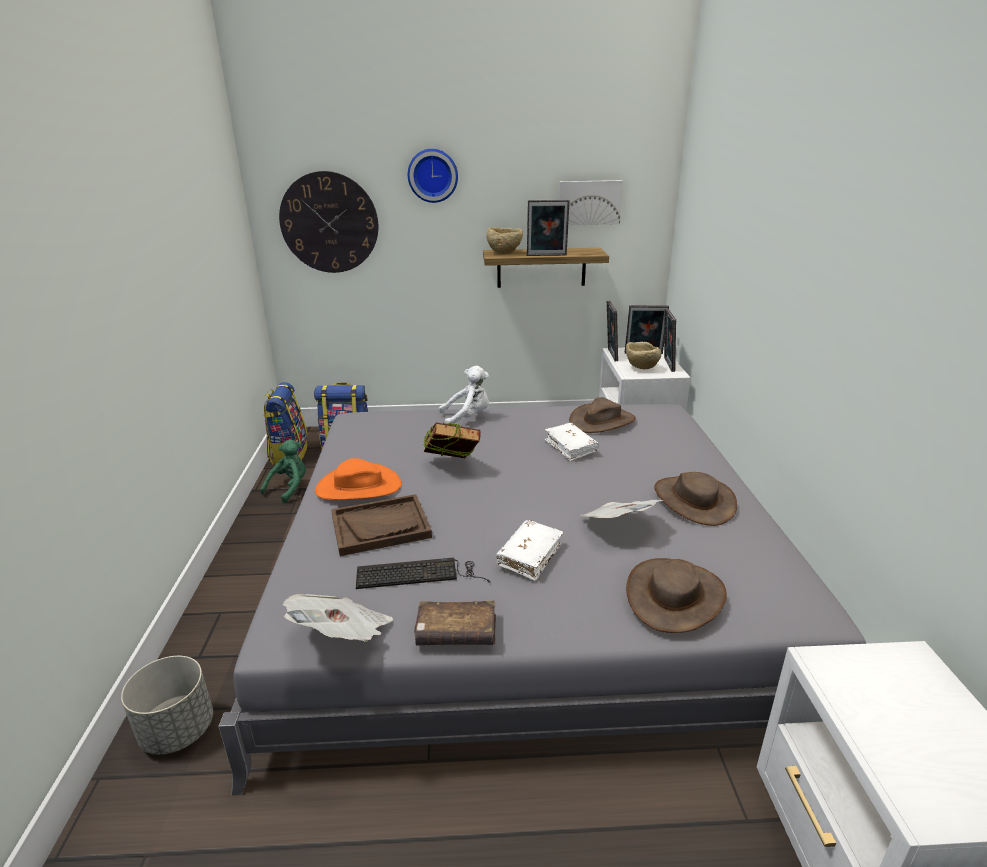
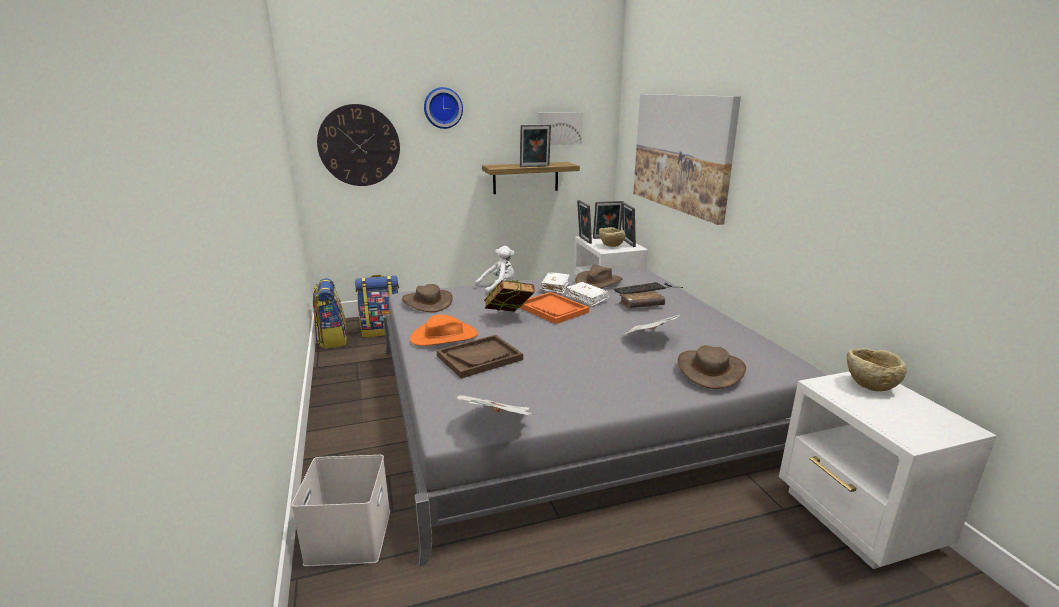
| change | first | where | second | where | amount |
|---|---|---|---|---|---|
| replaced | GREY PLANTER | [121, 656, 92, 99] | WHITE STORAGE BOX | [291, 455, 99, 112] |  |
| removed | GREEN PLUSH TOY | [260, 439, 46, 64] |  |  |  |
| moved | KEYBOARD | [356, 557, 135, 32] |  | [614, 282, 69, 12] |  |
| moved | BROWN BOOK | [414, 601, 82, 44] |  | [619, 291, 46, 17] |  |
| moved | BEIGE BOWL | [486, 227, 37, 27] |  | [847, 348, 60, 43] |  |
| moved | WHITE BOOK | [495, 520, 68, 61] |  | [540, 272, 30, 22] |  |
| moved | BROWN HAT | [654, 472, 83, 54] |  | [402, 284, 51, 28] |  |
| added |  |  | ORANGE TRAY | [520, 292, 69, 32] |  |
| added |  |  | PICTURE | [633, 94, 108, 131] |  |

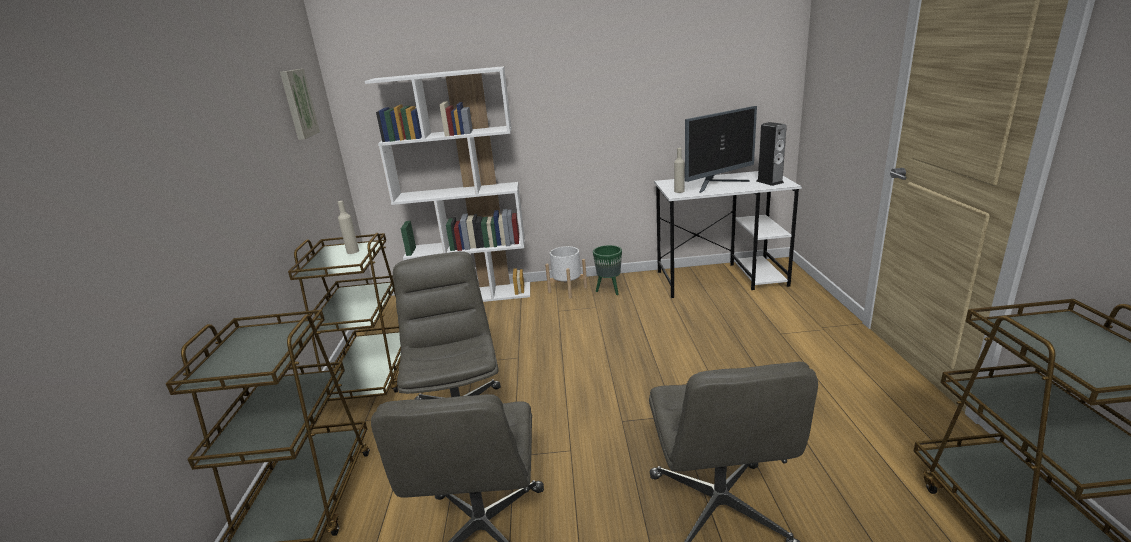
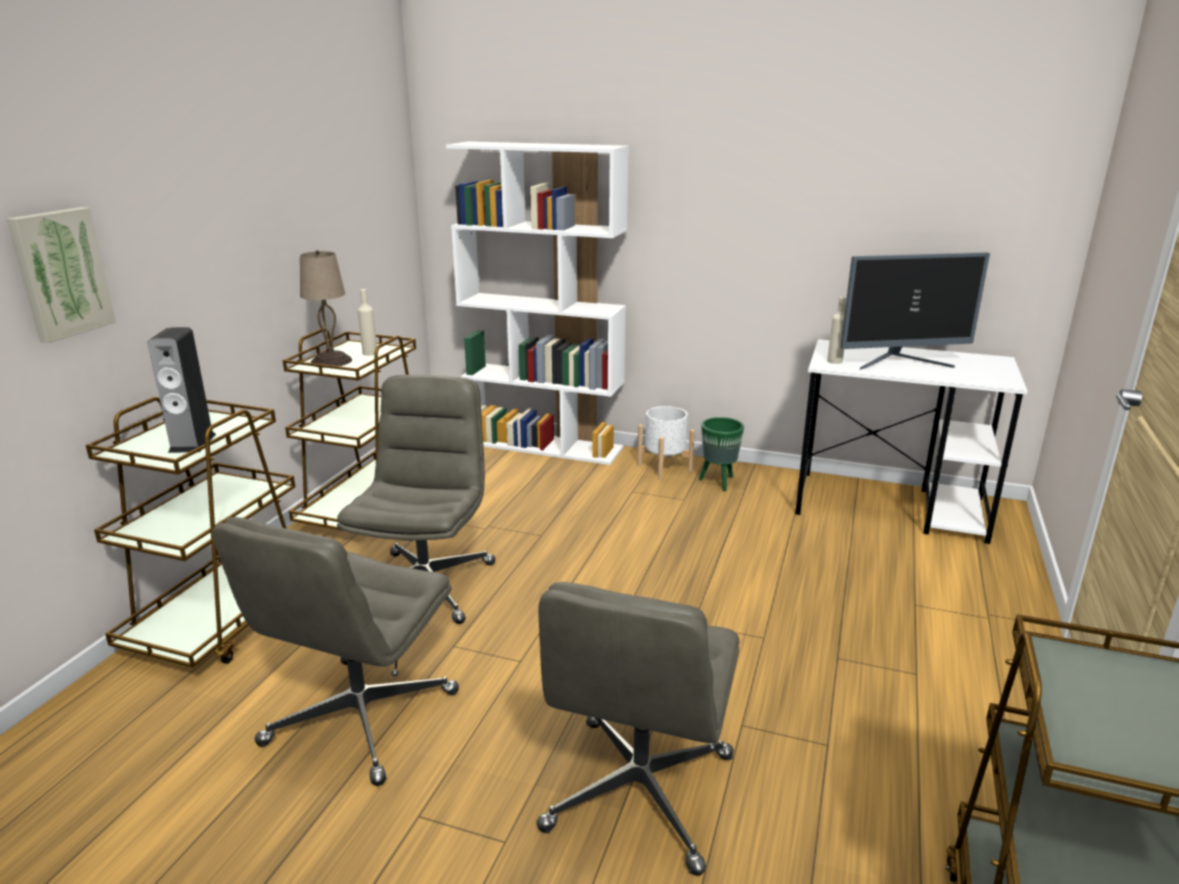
| change | first | where | second | where | amount |
|---|---|---|---|---|---|
| moved | PICTURE | [280, 69, 40, 71] |  | [7, 207, 109, 136] |  |
| moved | SPEAKER | [756, 122, 31, 64] |  | [148, 327, 68, 126] |  |
| added |  |  | BEIGE TABLE LAMP | [300, 250, 52, 118] |  |

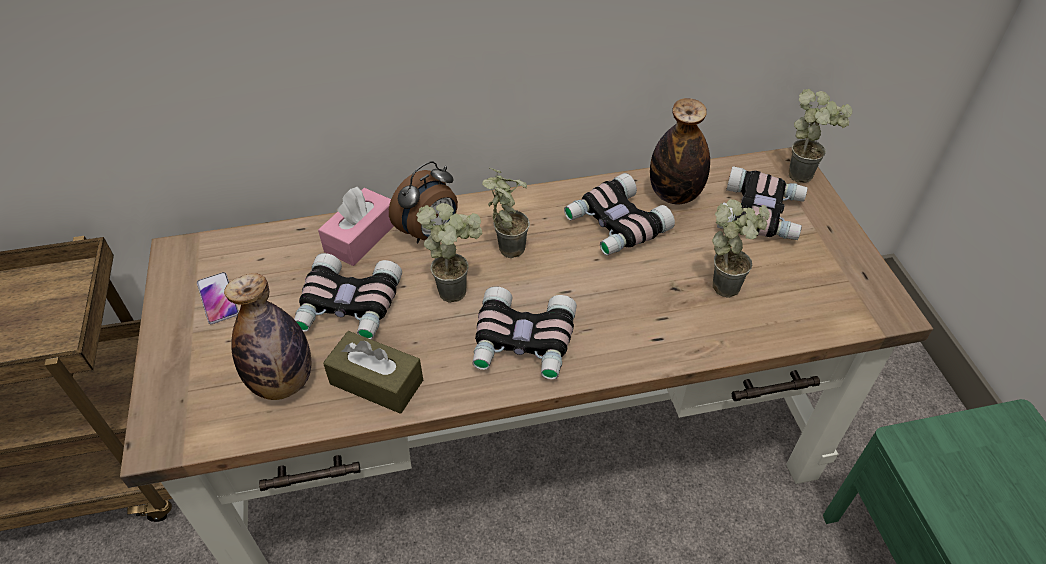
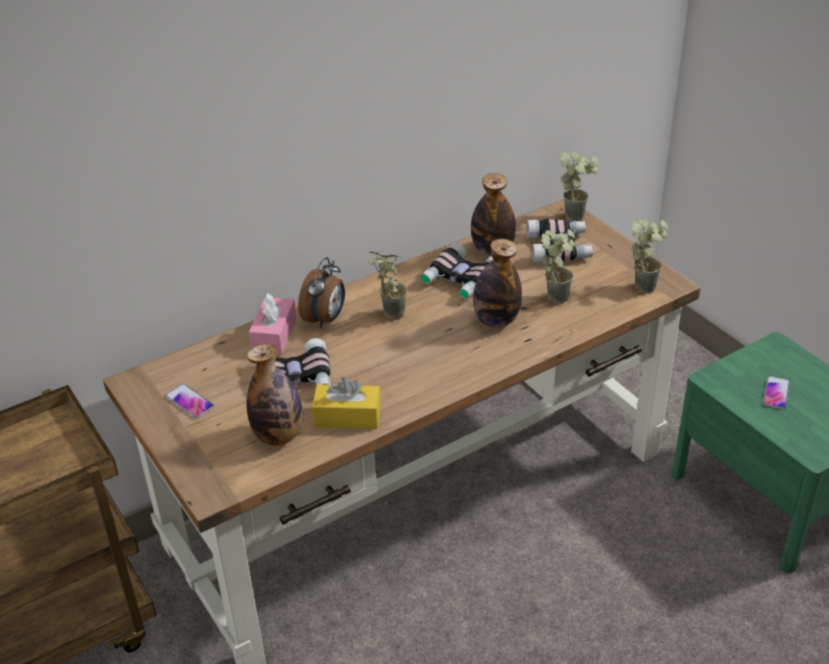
| change | first | where | second | where | amount |
|---|---|---|---|---|---|
| recoloured | BROWN TISSUE BOX | [323, 331, 100, 83] | YELLOW TISSUE BOX | [312, 377, 69, 52] |  |
| moved | POTTED PLANT | [416, 203, 67, 100] |  | [631, 219, 37, 74] |  |
| removed | BINOCULARS | [472, 286, 105, 94] |  |  |  |
| added |  |  | BOTTLE | [473, 239, 49, 89] |  |
| added |  |  | PHONE | [763, 376, 27, 33] |  |

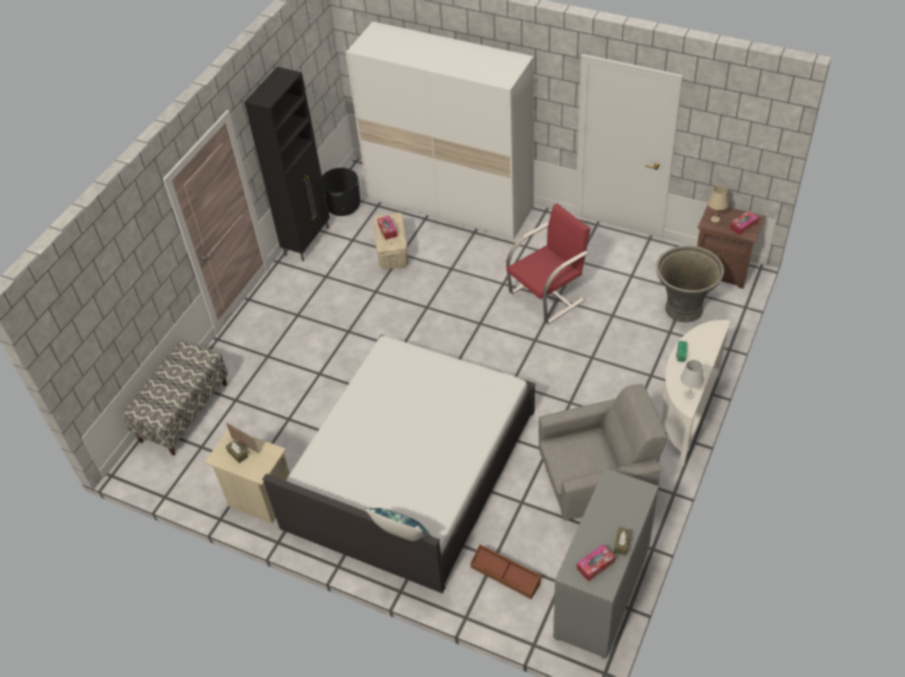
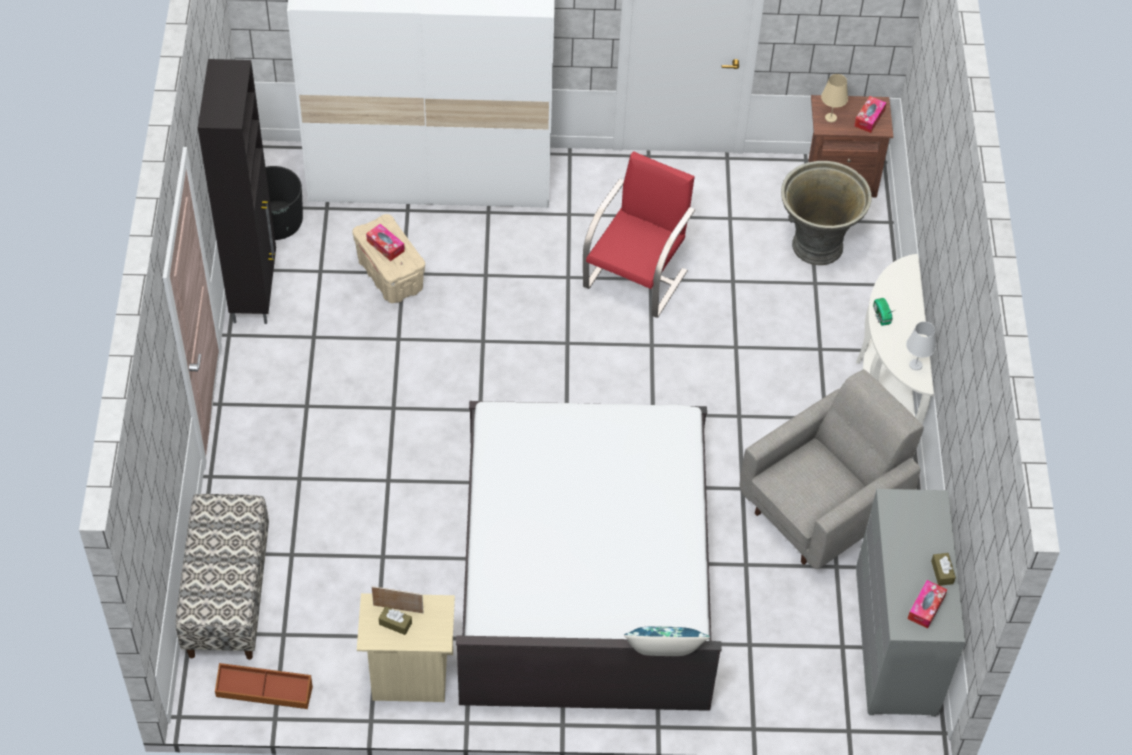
| change | first | where | second | where | amount |
|---|---|---|---|---|---|
| moved | BROWN STORAGE BOX | [470, 544, 71, 55] |  | [215, 663, 98, 46] |  |

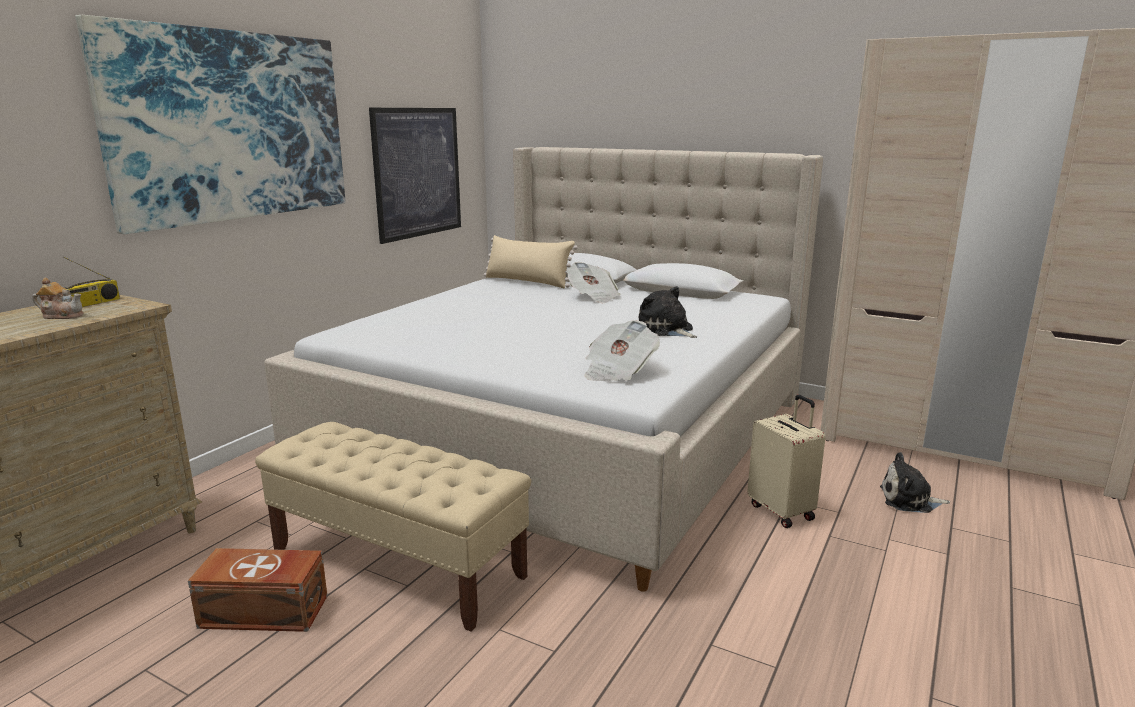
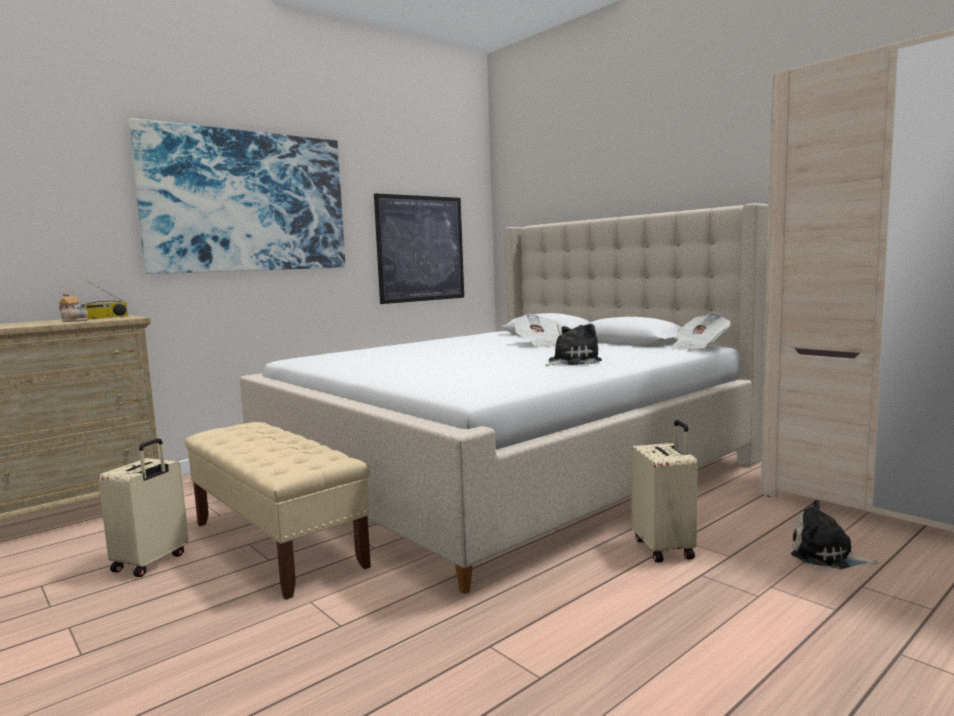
| change | first | where | second | where | amount |
|---|---|---|---|---|---|
| replaced | BROWN STORAGE BOX | [188, 548, 139, 84] | BEIGE SUITCASE | [98, 438, 91, 139] |  |
| removed | BEIGE PILLOW | [484, 235, 94, 53] |  |  |  |
| moved | NEWSPAPER | [585, 320, 75, 61] |  | [671, 313, 60, 37] |  |
| turned | PLUSH TOY | [639, 286, 58, 52] |  | [545, 324, 57, 42] | 75 degrees clockwise |

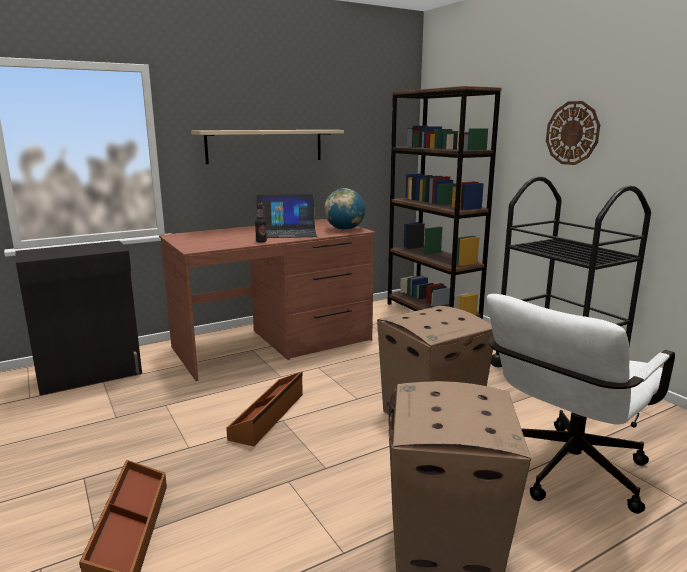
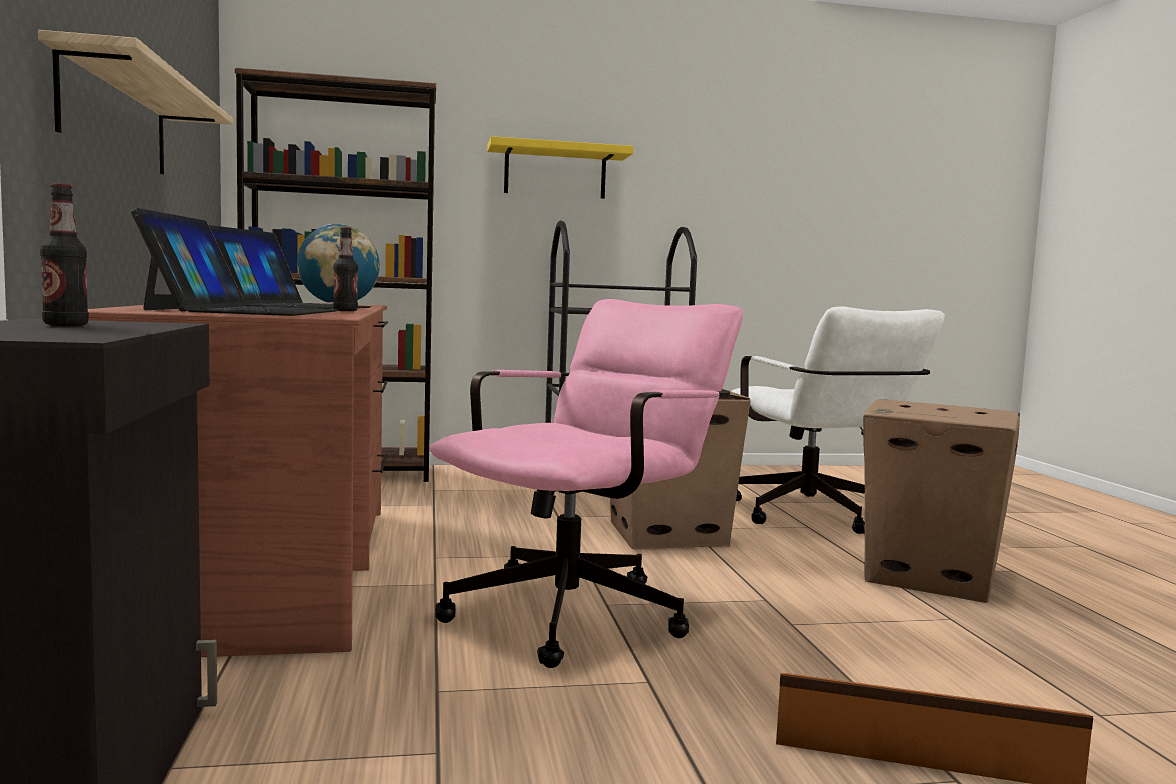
| change | first | where | second | where | amount |
|---|---|---|---|---|---|
| replaced | BROWN STORAGE BOX | [226, 372, 77, 74] | PINK OFFICE CHAIR | [429, 299, 314, 369] |  |
| replaced | WALL CLOCK | [546, 101, 54, 64] | YELLOW SHELF | [487, 136, 147, 63] |  |
| added |  |  | BOTTLE | [40, 183, 49, 143] |  |
| added |  |  | LAPTOP | [131, 208, 207, 108] |  |

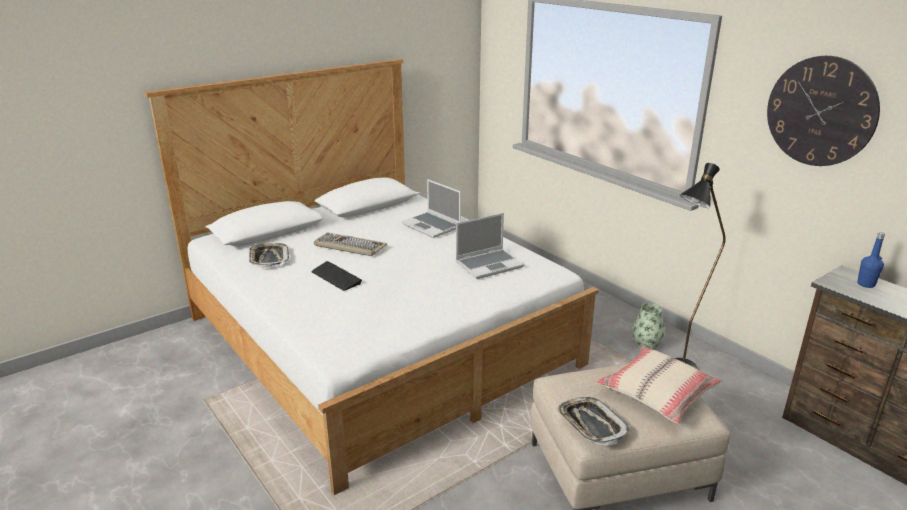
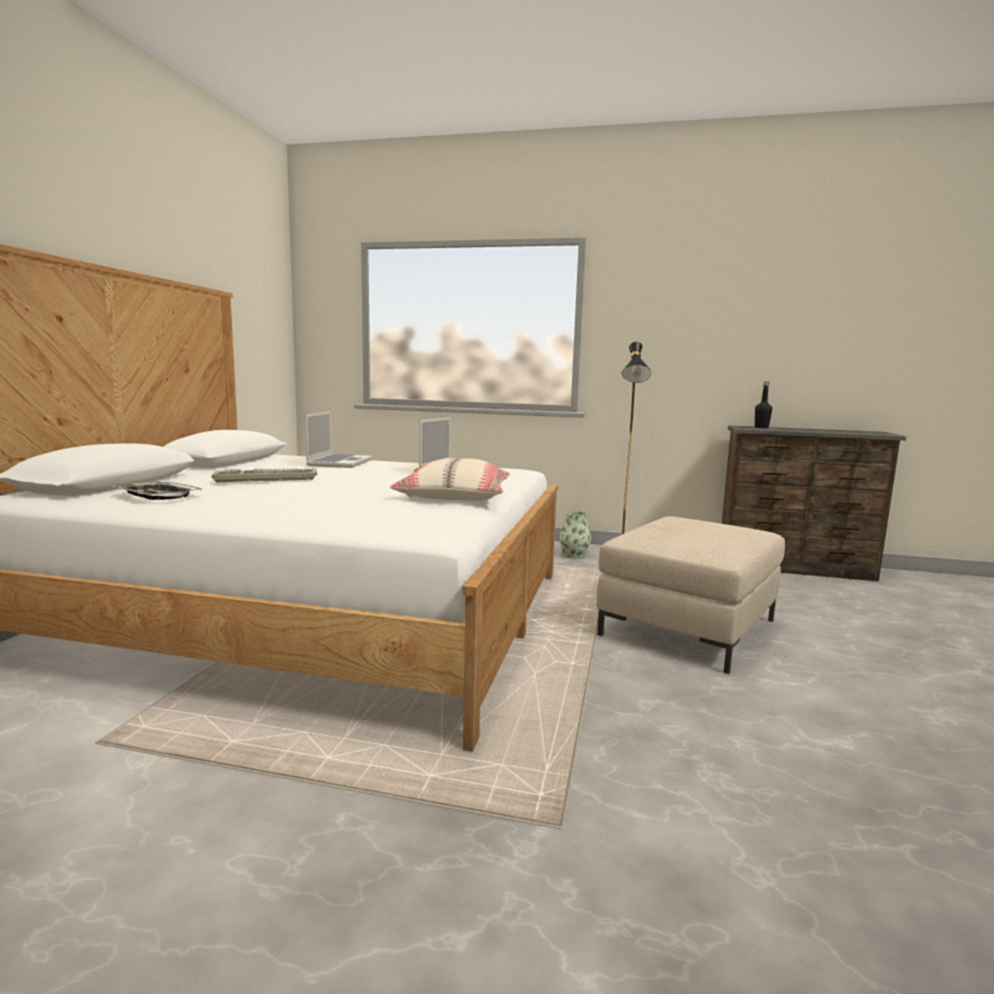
| change | first | where | second | where | amount |
|---|---|---|---|---|---|
| removed | KEYBOARD | [312, 261, 50, 30] |  |  |  |
| turned | LAPTOP | [401, 179, 60, 59] |  | [305, 411, 67, 57] | 90 degrees counterclockwise |
| removed | TRAY | [557, 397, 73, 49] |  |  |  |
| moved | BEIGE PILLOW | [596, 345, 126, 79] |  | [390, 458, 120, 43] |  |
| removed | WALL CLOCK | [767, 56, 113, 110] |  |  |  |
| recoloured | BLUE BOTTLE | [857, 232, 28, 56] | BLACK BOTTLE | [755, 381, 17, 47] |  |

